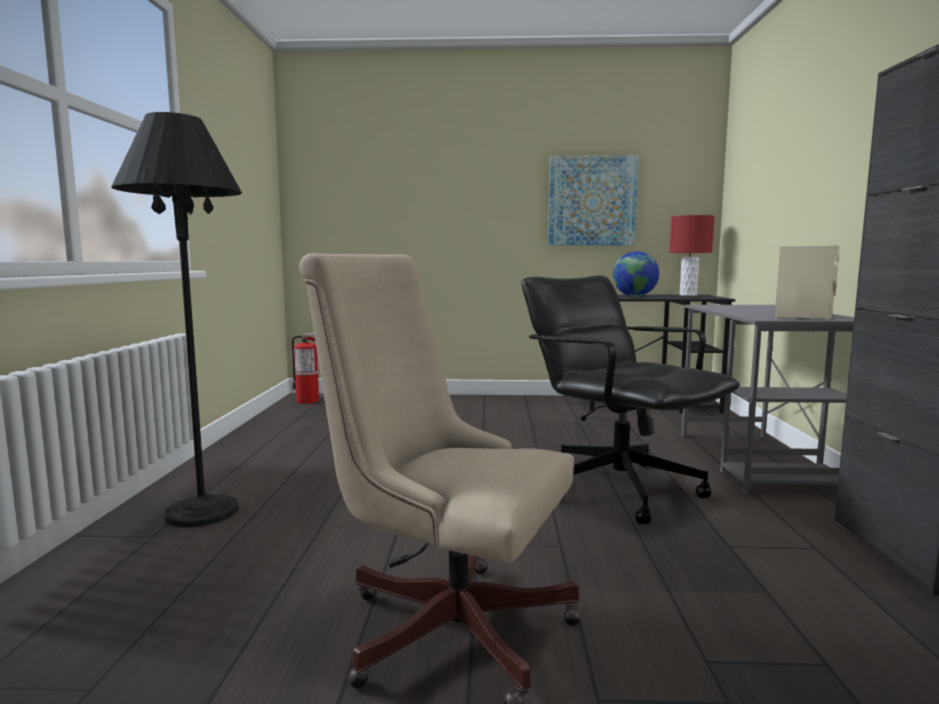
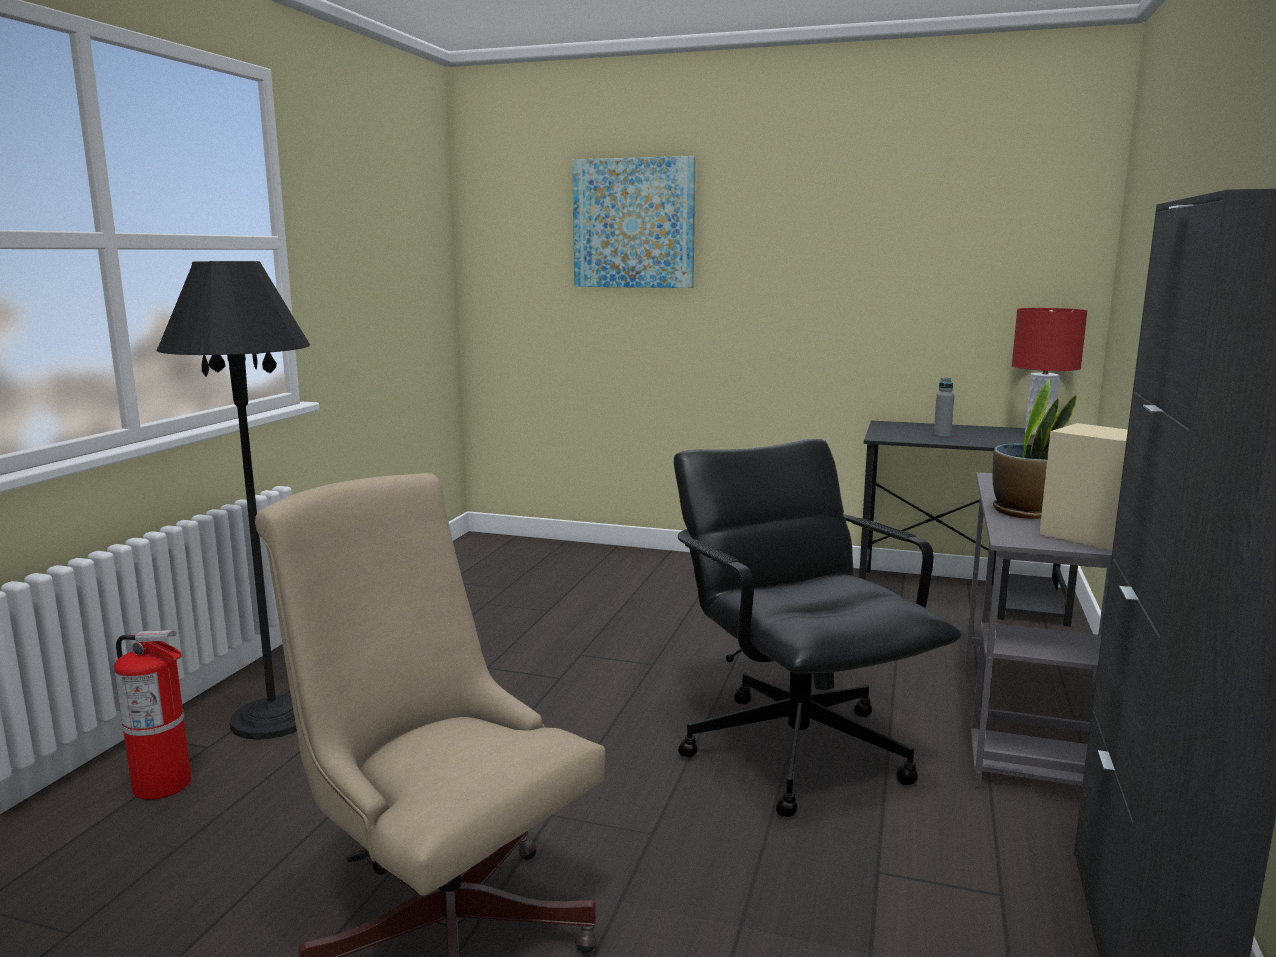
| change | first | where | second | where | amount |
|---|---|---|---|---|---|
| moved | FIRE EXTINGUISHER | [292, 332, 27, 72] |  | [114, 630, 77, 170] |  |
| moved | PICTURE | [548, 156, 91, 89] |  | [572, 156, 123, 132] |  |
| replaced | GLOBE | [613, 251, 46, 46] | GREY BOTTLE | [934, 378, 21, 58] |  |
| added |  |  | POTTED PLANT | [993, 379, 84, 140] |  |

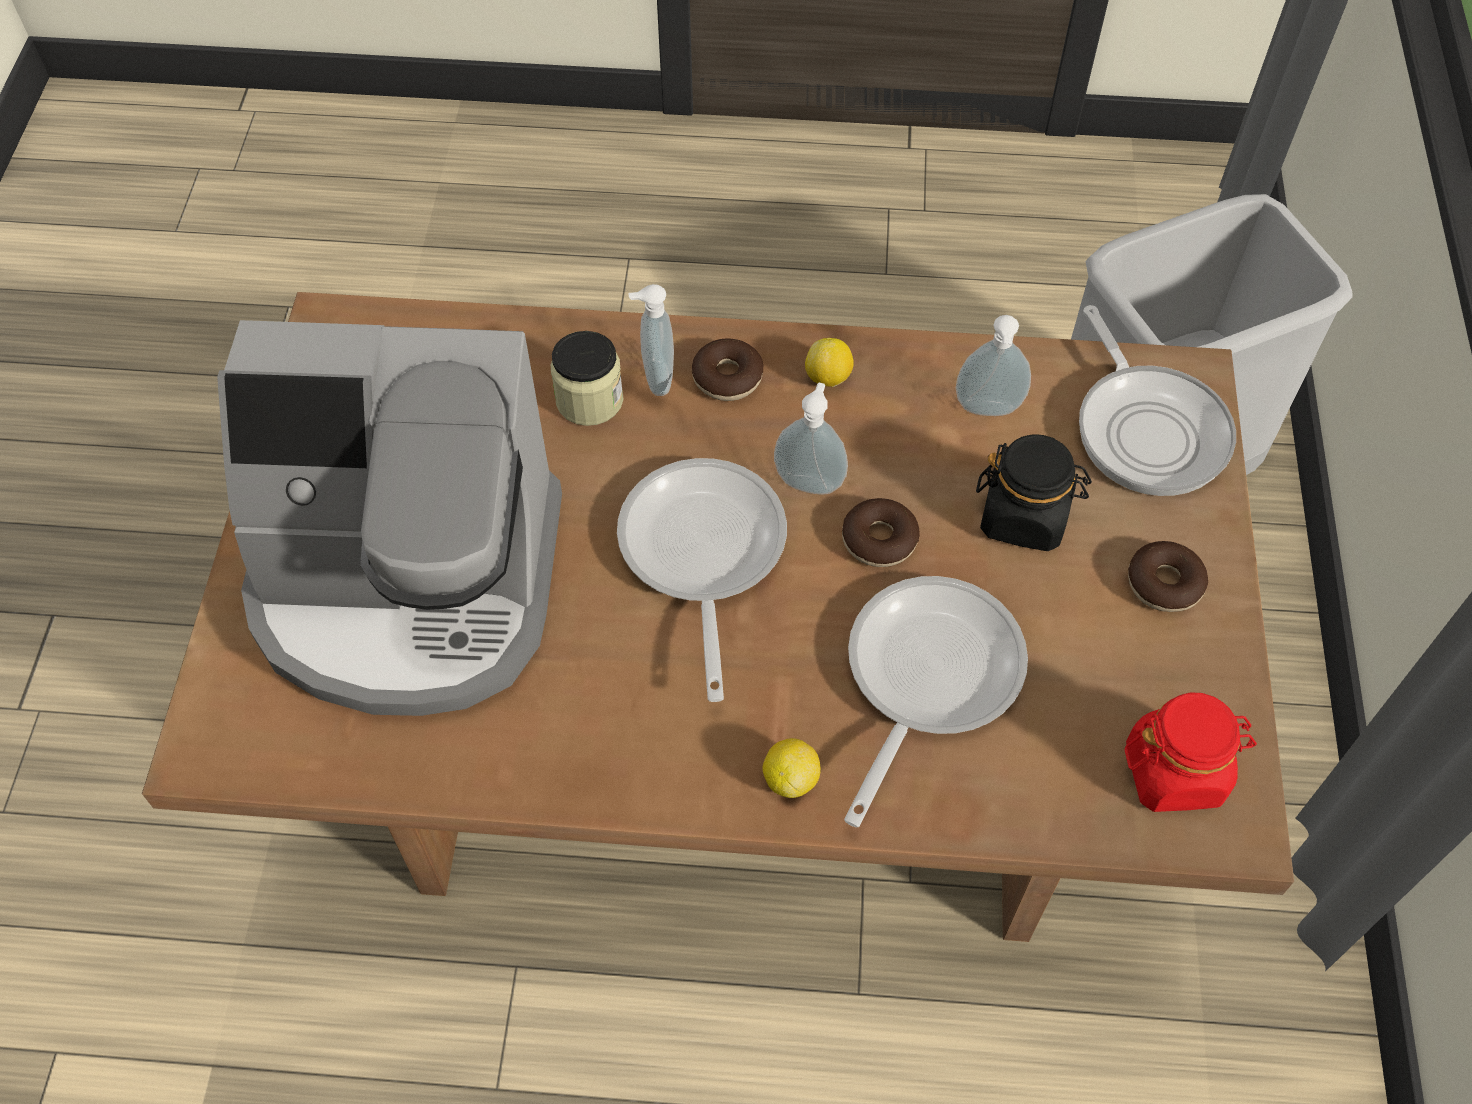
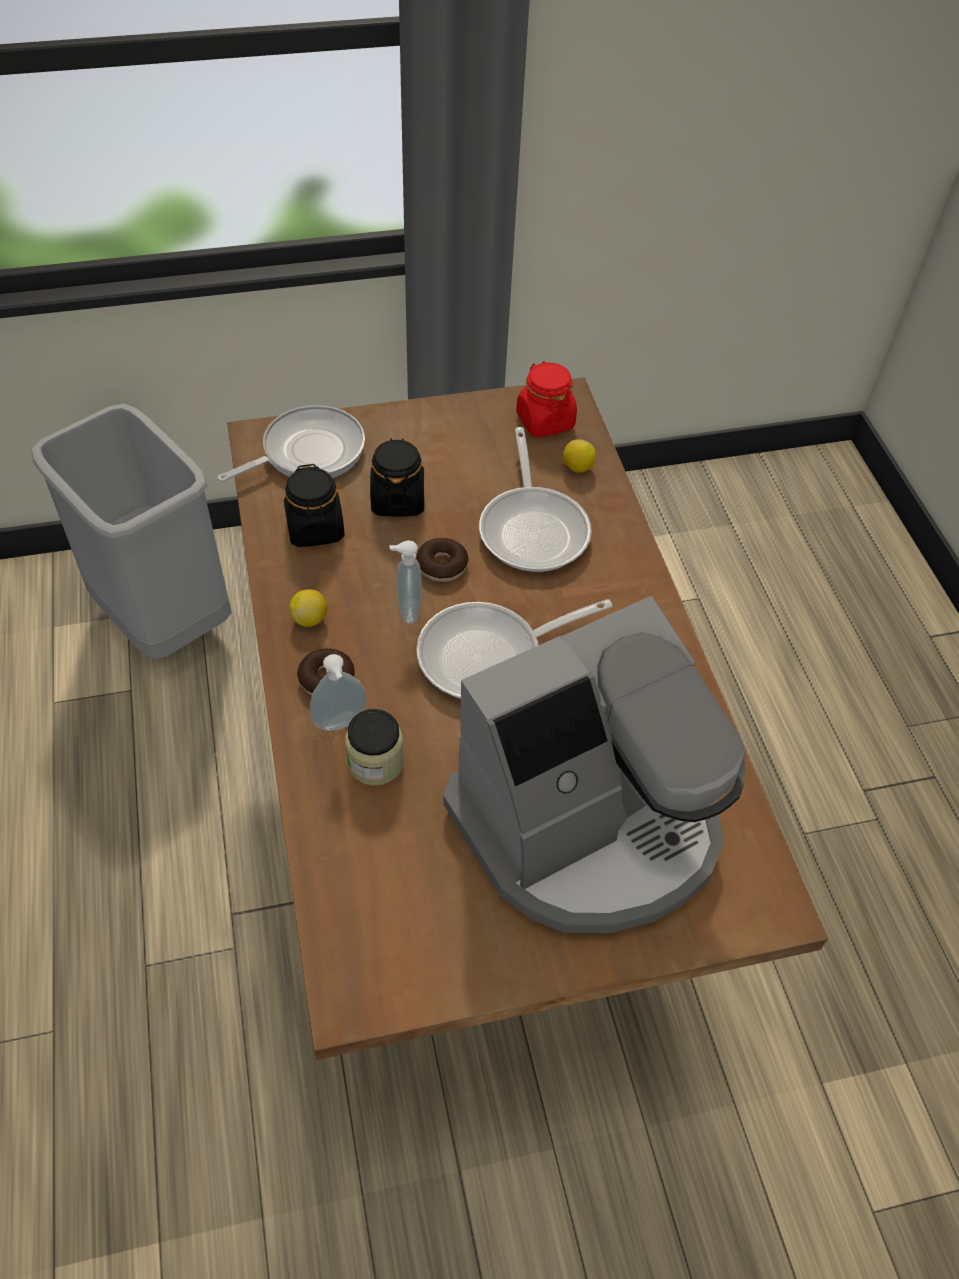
| change | first | where | second | where | amount |
|---|---|---|---|---|---|
| turned | COFFEE MACHINE | [217, 320, 345, 396] |  | [443, 596, 303, 337] | 75 degrees clockwise |
| moved | LEMON | [763, 738, 58, 60] |  | [563, 439, 33, 34] |  |
| turned | FRYING PAN | [844, 576, 184, 251] |  | [479, 427, 113, 145] | 105 degrees counterclockwise |
| replaced | SOAP DISPENSER | [956, 315, 75, 101] | BLACK JAR | [284, 464, 61, 83] |  |
| removed | DONUT | [1128, 541, 80, 71] |  |  |  |

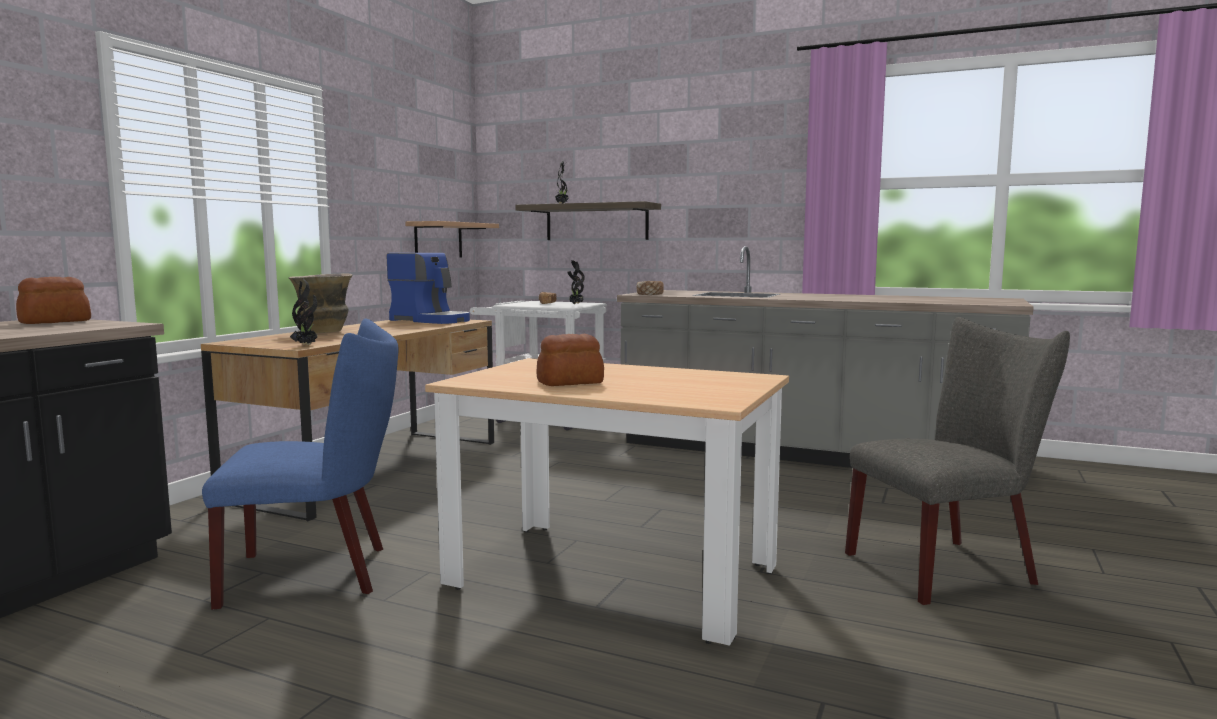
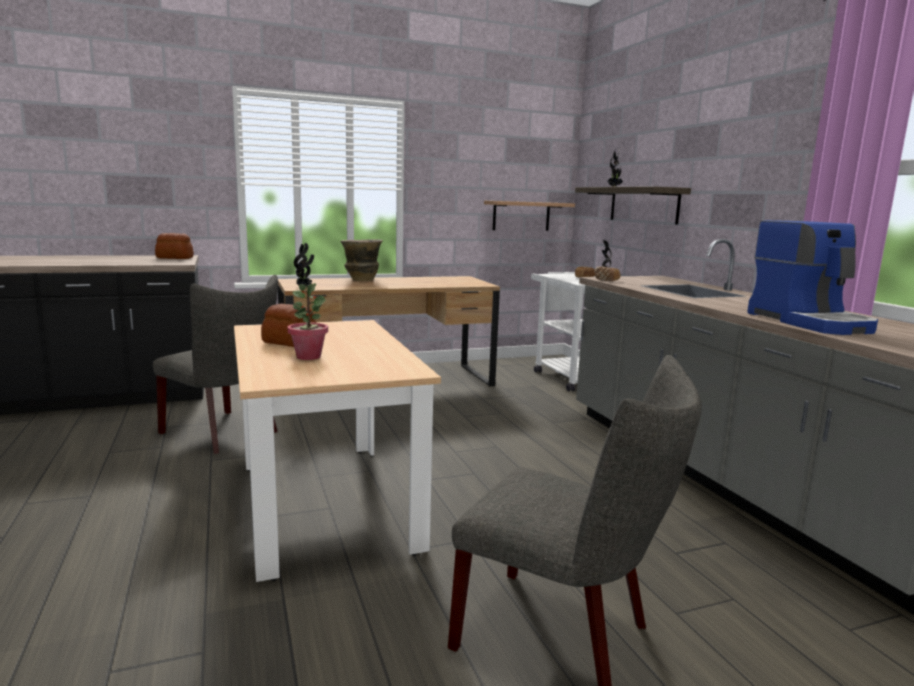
| change | first | where | second | where | amount |
|---|---|---|---|---|---|
| recoloured | BLUE CHAIR | [202, 319, 196, 291] | GREY CHAIR | [153, 275, 125, 179] |  |
| moved | COFFEE MACHINE | [387, 253, 83, 71] |  | [747, 220, 131, 115] |  |
| added |  |  | POTTED PLANT | [288, 283, 40, 77] |  |

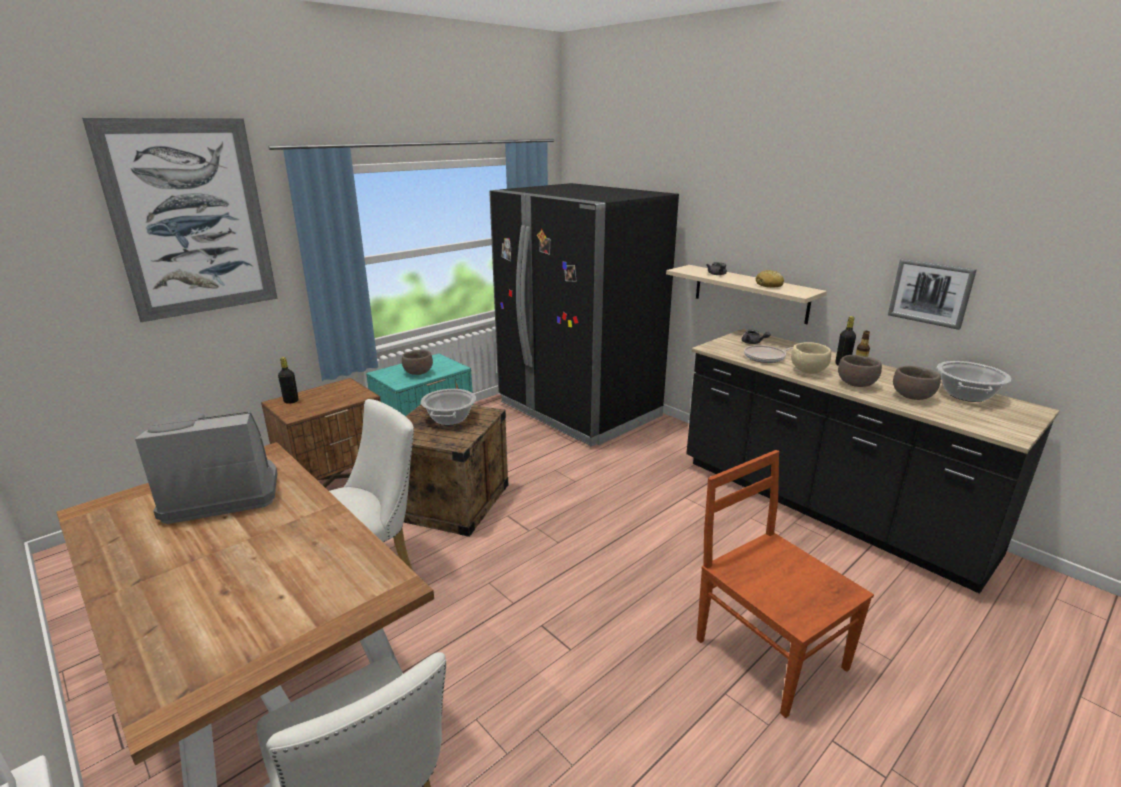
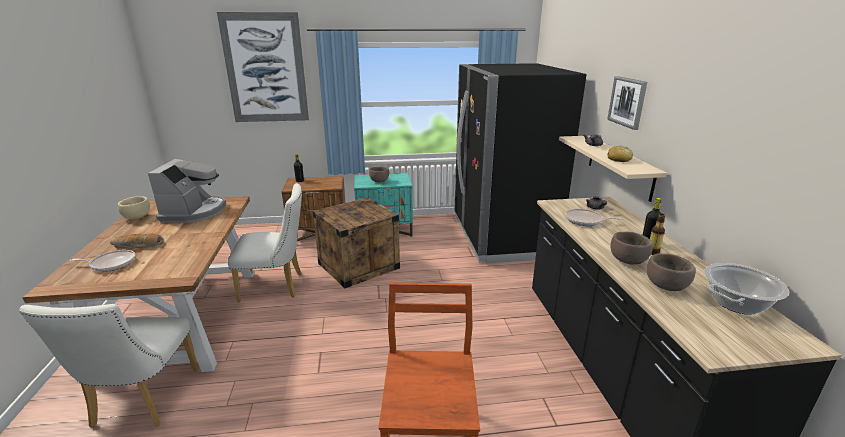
| change | first | where | second | where | amount |
|---|---|---|---|---|---|
| turned | COFFEE MACHINE | [135, 412, 142, 112] |  | [148, 159, 78, 64] | 75 degrees clockwise |
| removed | COOKING POT | [421, 389, 55, 36] |  |  |  |
| moved | BEIGE BOWL | [791, 342, 40, 32] |  | [118, 196, 32, 23] |  |
| moved | PICTURE | [888, 259, 89, 71] |  | [607, 76, 40, 54] |  |
| added |  |  | FRYING PAN | [69, 250, 67, 22] |  |
| added |  |  | BREAD | [110, 233, 54, 16] |  |

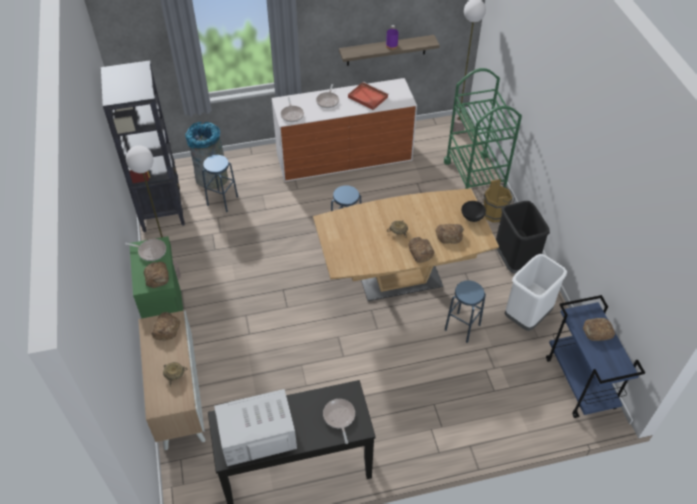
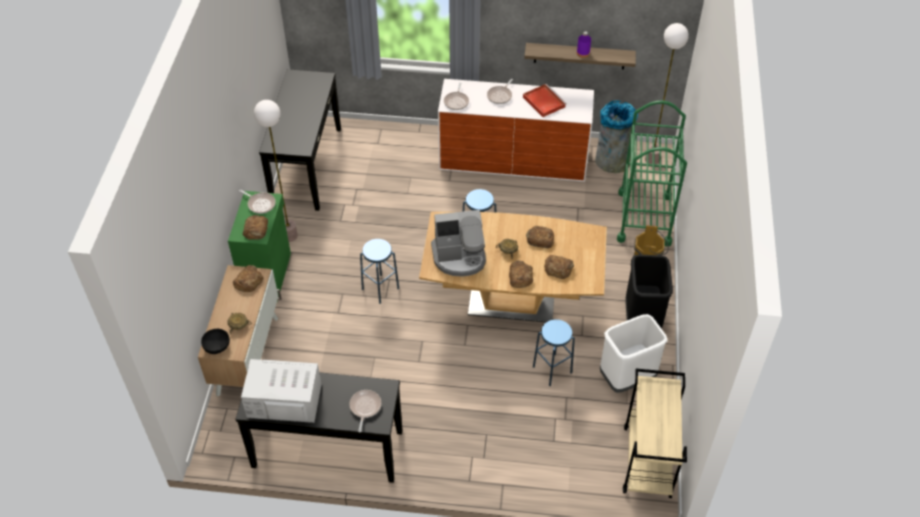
| change | first | where | second | where | amount |
|---|---|---|---|---|---|
| replaced | BLACK BOOKCASE | [101, 60, 84, 172] | BLACK CONSOLE TABLE | [259, 69, 82, 142] |  |
| moved | GREY TRASH CAN | [185, 122, 43, 67] |  | [595, 100, 43, 73] |  |
| moved | BLUE STOOL | [202, 155, 36, 57] |  | [360, 239, 39, 65] |  |
| moved | BLACK BOWL | [461, 201, 25, 21] |  | [201, 329, 29, 25] |  |
| recoloured | BLUE CART | [546, 295, 99, 123] | BEIGE CART | [623, 368, 64, 130] |  |
| moved | BREAD | [583, 318, 32, 23] |  | [526, 226, 28, 22] |  |
| added |  |  | COFFEE MACHINE | [431, 210, 55, 67] |  |

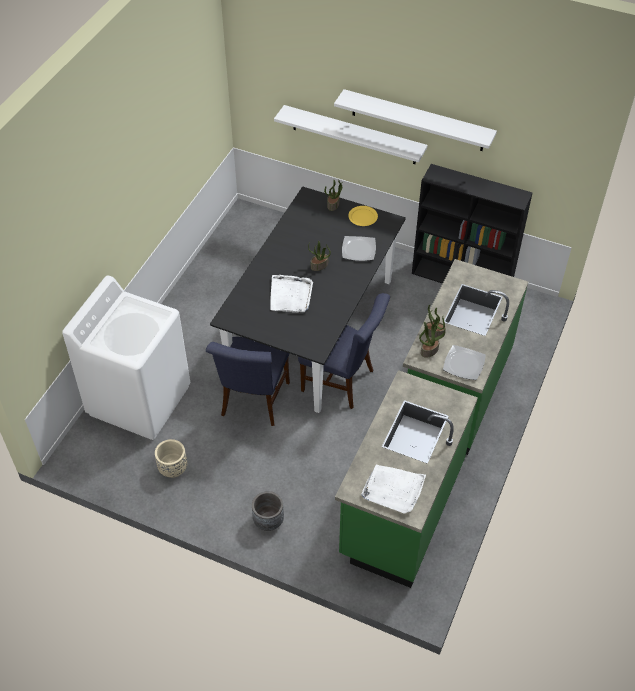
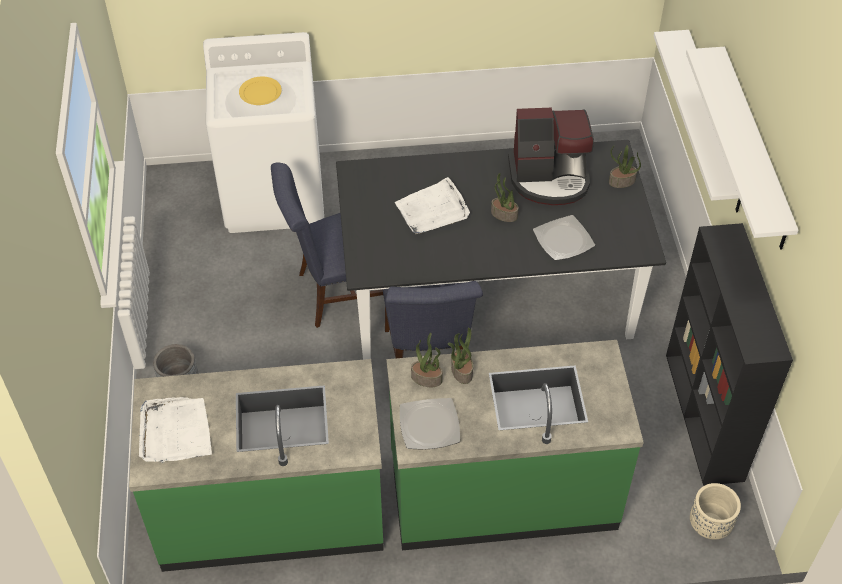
| change | first | where | second | where | amount |
|---|---|---|---|---|---|
| moved | BEIGE PLANTER | [155, 439, 32, 39] |  | [690, 483, 51, 57] |  |
| moved | YELLOW PLATE | [348, 206, 30, 20] |  | [239, 77, 43, 28] |  |
| added |  |  | COFFEE MACHINE | [508, 108, 86, 97] |  |

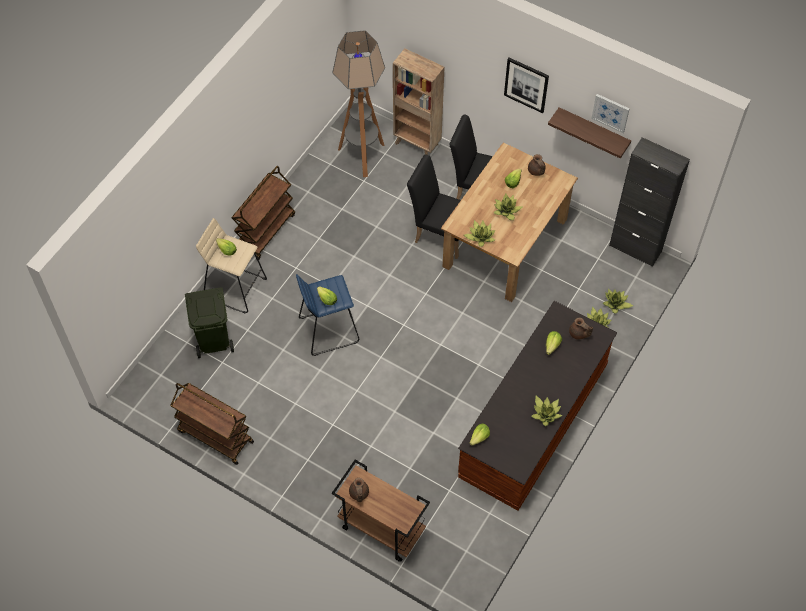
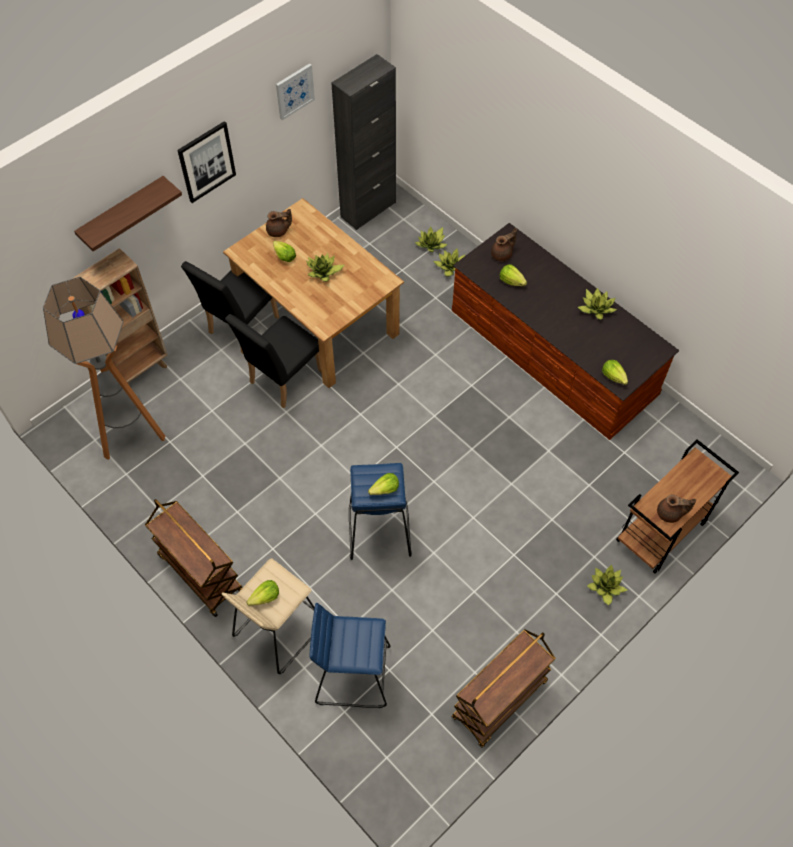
| change | first | where | second | where | amount |
|---|---|---|---|---|---|
| replaced | GREEN TRASH CAN | [185, 287, 49, 71] | BLUE STOOL | [309, 603, 82, 105] |  |
| moved | POTTED PLANT | [464, 220, 31, 27] |  | [587, 565, 40, 40] |  |
| moved | SHELF | [548, 107, 83, 51] |  | [74, 176, 108, 76] |  |

